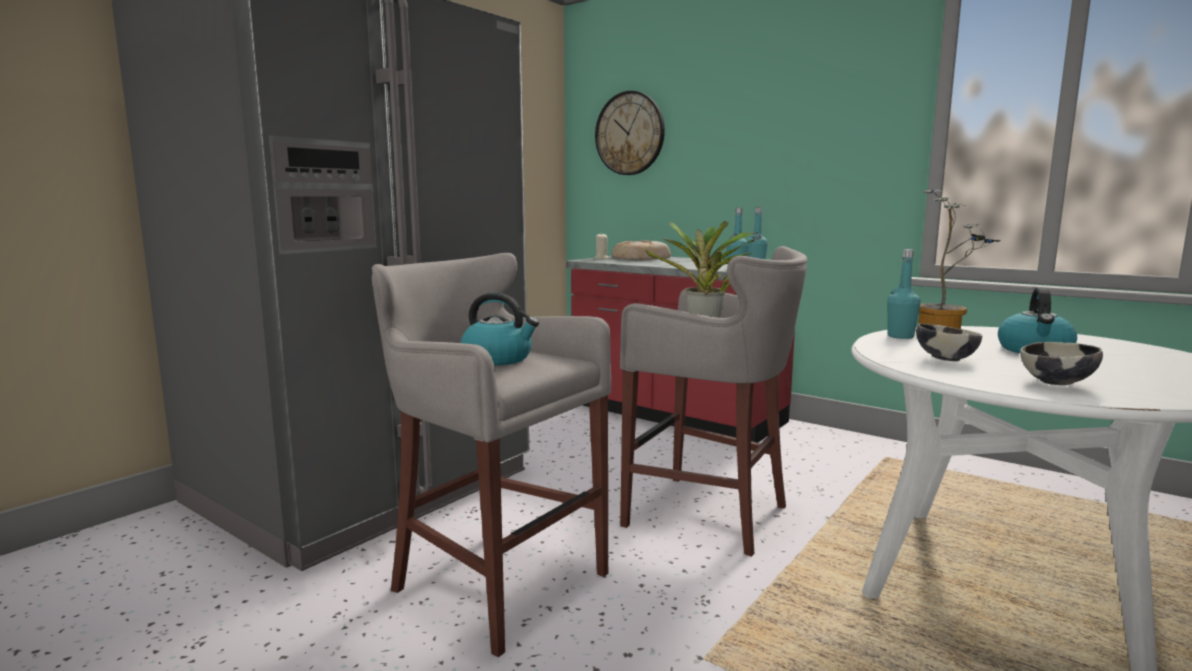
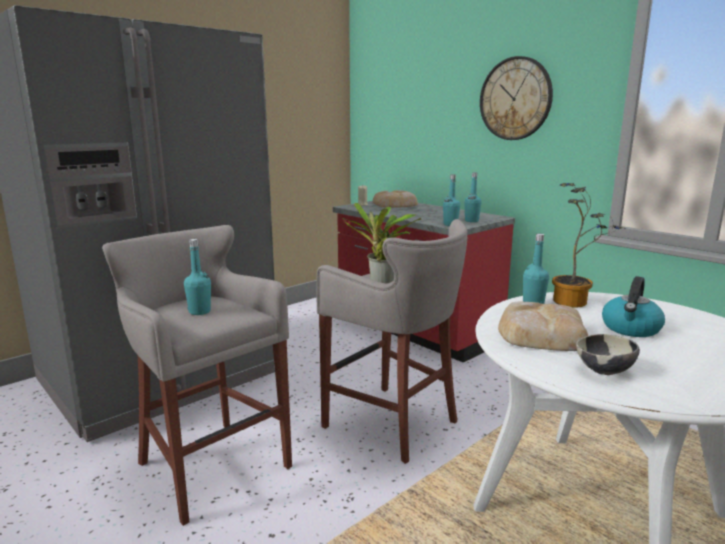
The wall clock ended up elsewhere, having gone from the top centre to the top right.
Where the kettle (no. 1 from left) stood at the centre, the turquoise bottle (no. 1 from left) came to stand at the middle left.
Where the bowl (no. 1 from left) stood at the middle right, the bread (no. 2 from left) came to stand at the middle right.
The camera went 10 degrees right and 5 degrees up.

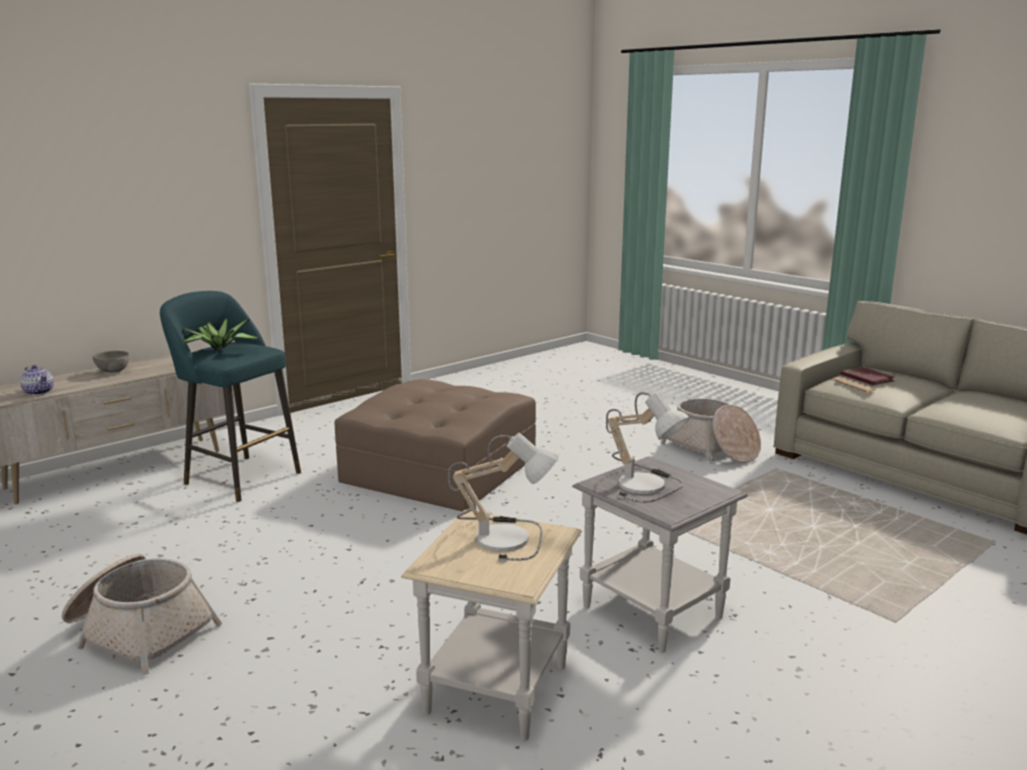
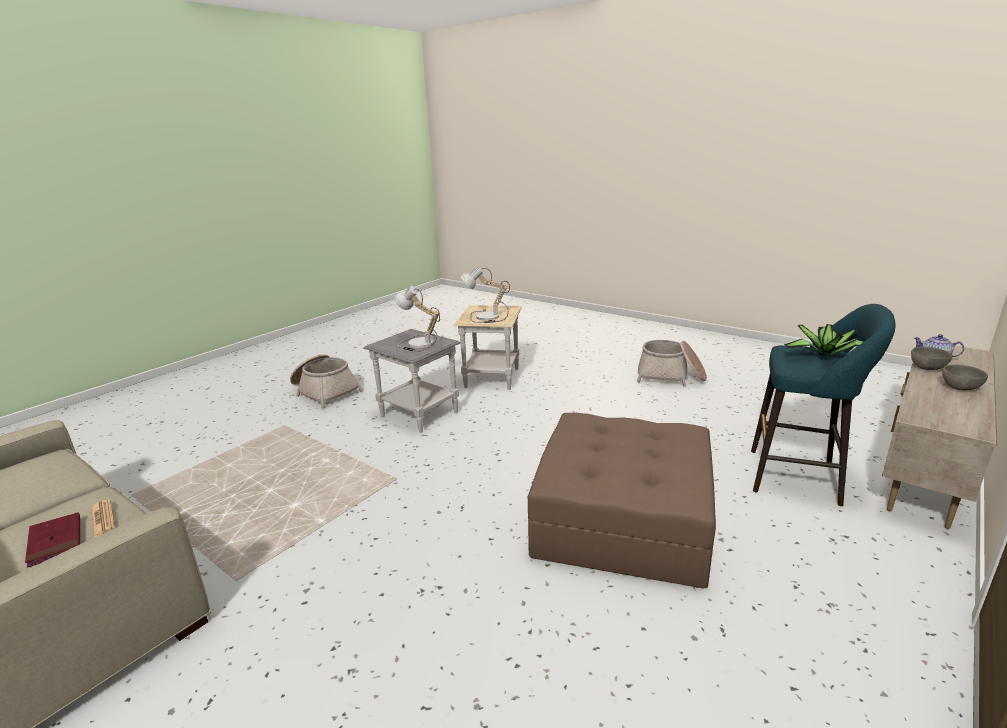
The basket (no. 2 from left in the first image) ended up elsewhere, having gone from the middle right to the middle left.
The second view gained the grey bowl (no. 1 from left) at the middle right.
The camera went 170 degrees right and 5 degrees up.

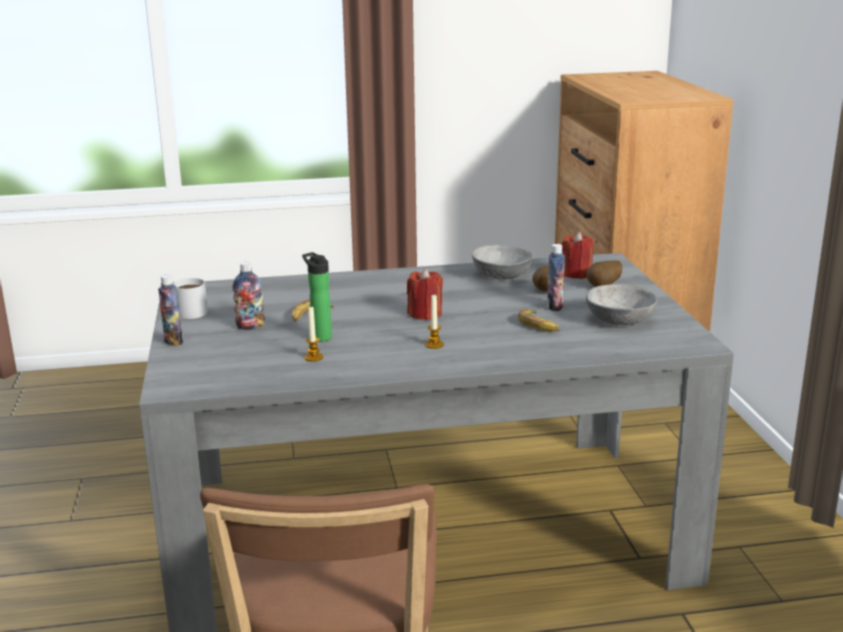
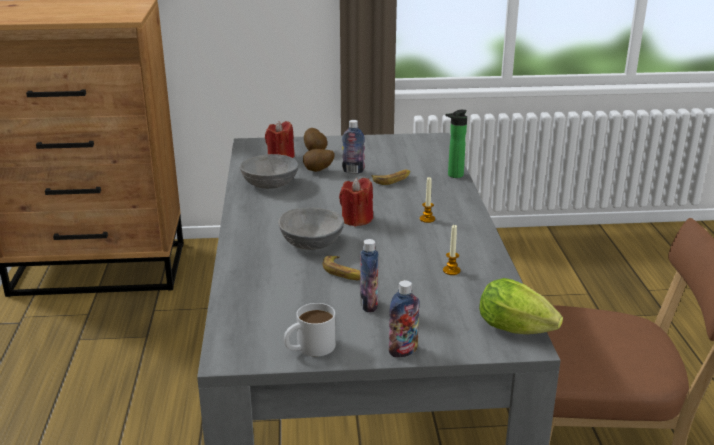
The bottle (no. 3 from left in the first image) ended up elsewhere, having gone from the centre to the top centre.
The grey bowl (no. 2 from left) ended up elsewhere, having gone from the middle right to the centre.
The second view gained the lettuce at the bottom right.
The camera went 85 degrees left and 5 degrees up.

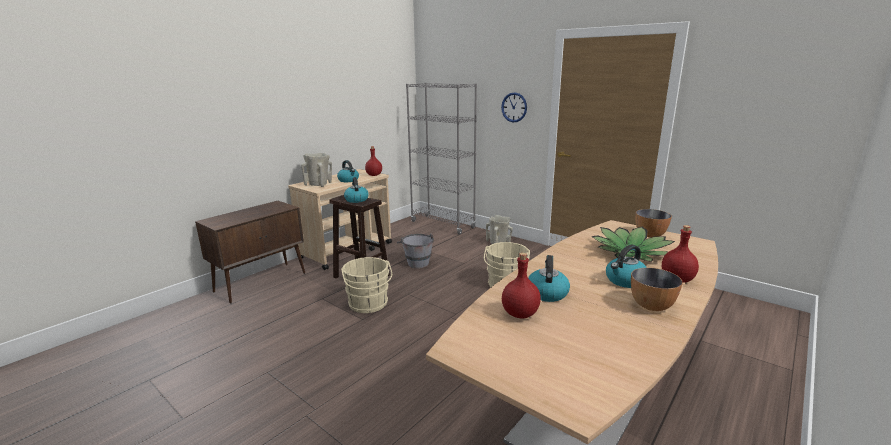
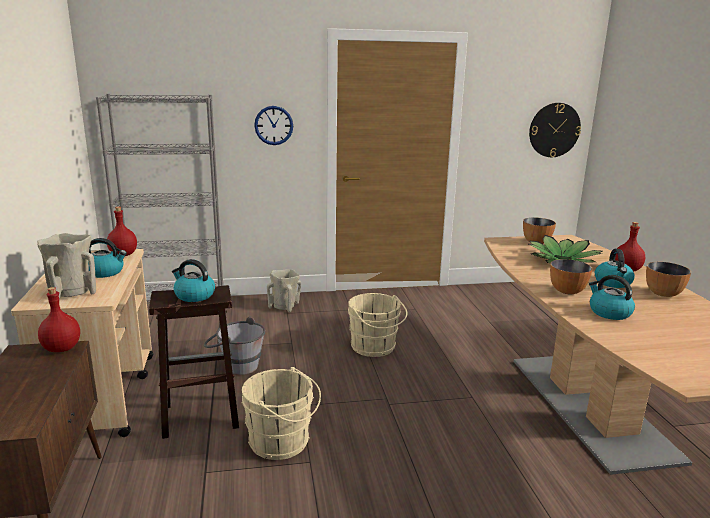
The red bottle (no. 2 from left in the first image) ended up elsewhere, having gone from the centre to the middle left.
The second view gained the wall clock (no. 2 from left) at the top right.
The second view gained the bowl (no. 2 from left) at the middle right.
The camera went 50 degrees left and 0 degrees up.

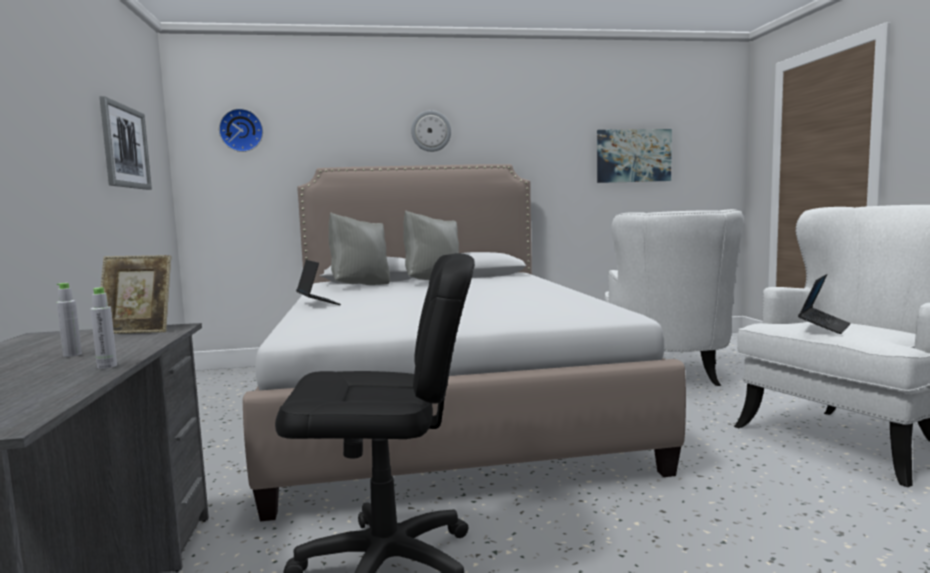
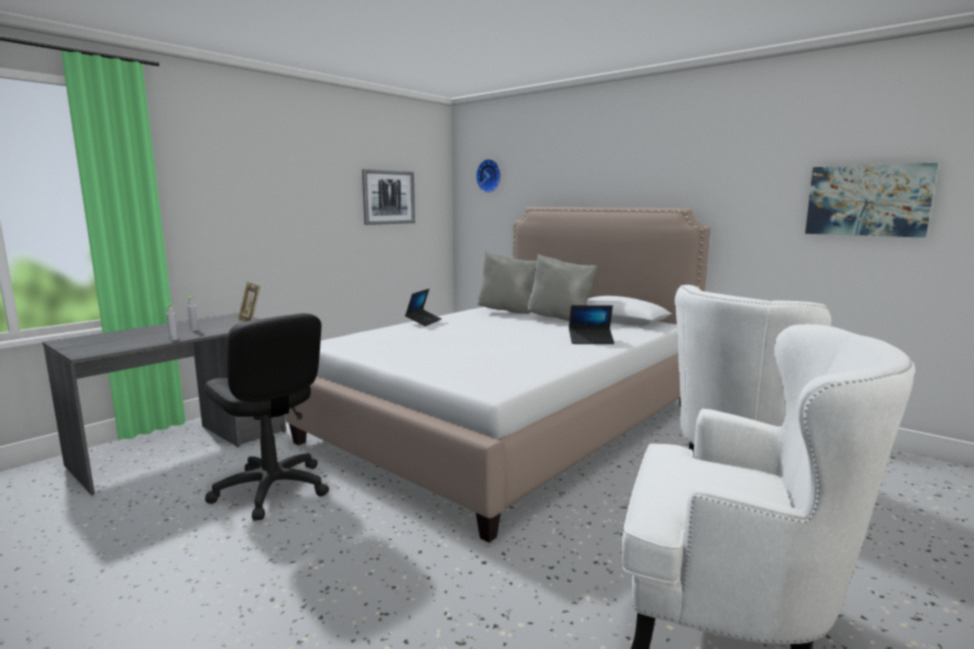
The second view lost the wall clock (no. 2 from left) at the top centre.
The laptop (no. 2 from left) ended up elsewhere, having gone from the middle right to the centre.
The camera went 50 degrees right and 5 degrees up.

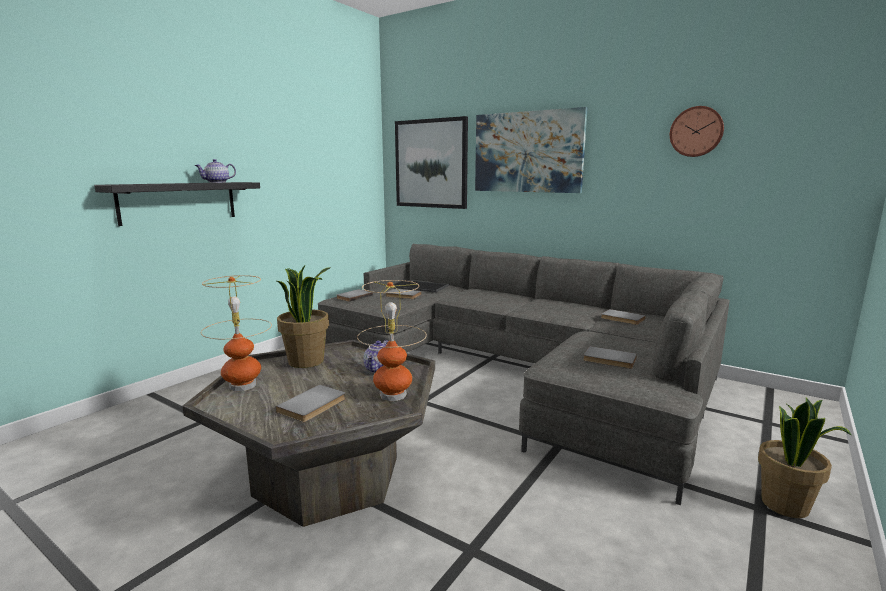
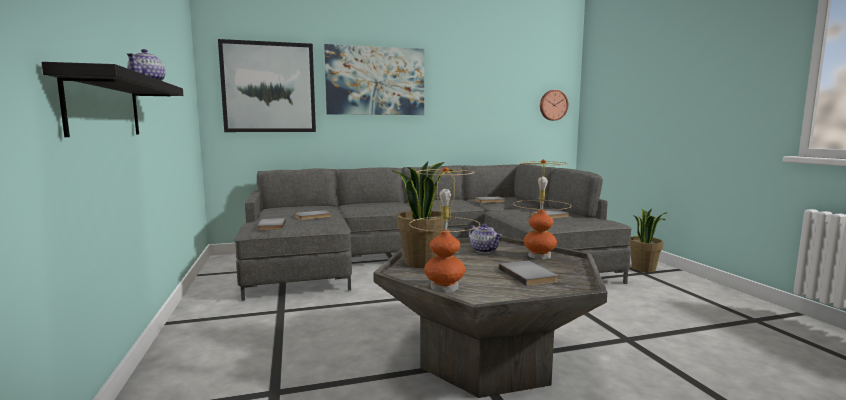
The wall clock ended up elsewhere, having gone from the top right to the top centre.
The second view lost the tray at the centre.
The camera went 50 degrees left and 5 degrees down.

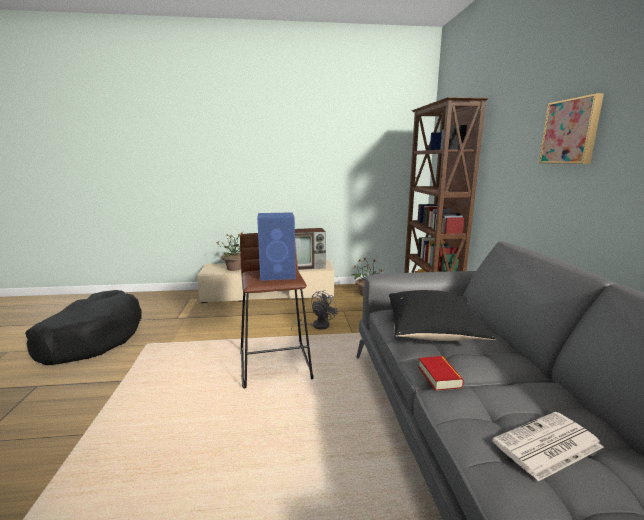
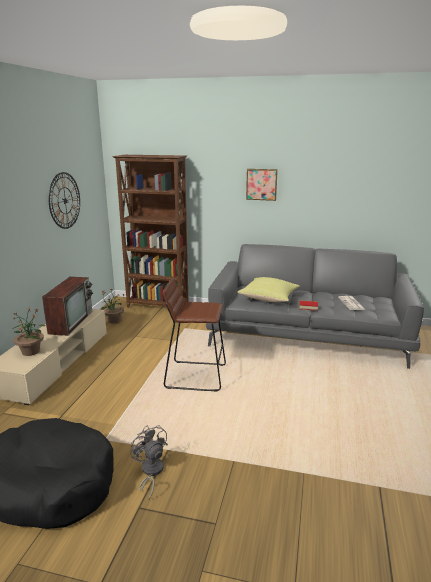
The second view lost the blue speaker at the centre.
The grey fan ended up elsewhere, having gone from the centre to the bottom centre.
What was the black pillow at the middle right turned into the yellow pillow at the centre.
The second view gained the wall clock at the middle left.
The camera went 70 degrees left and 5 degrees up.

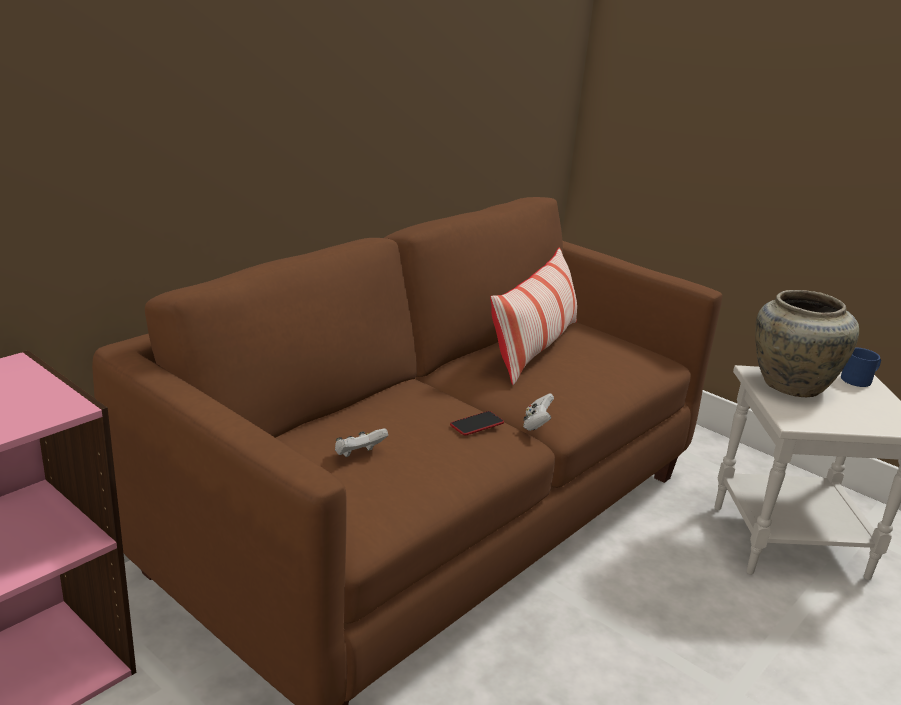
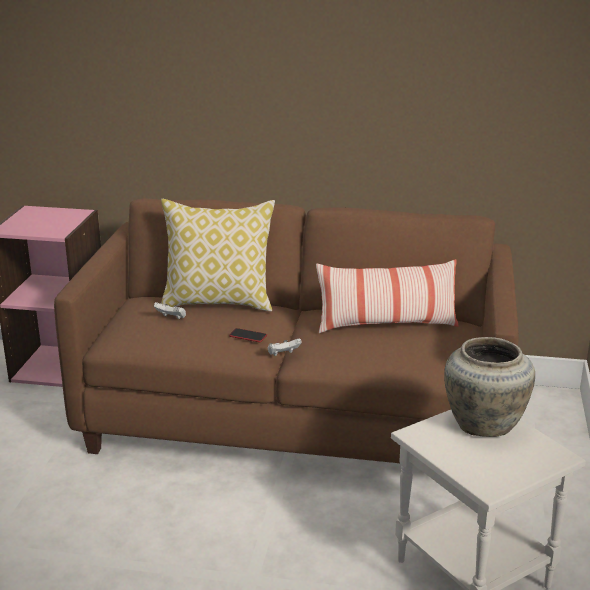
The second view lost the blue mug at the middle right.
The second view gained the pillow (no. 1 from left) at the centre.
The camera went 60 degrees right and 0 degrees up.

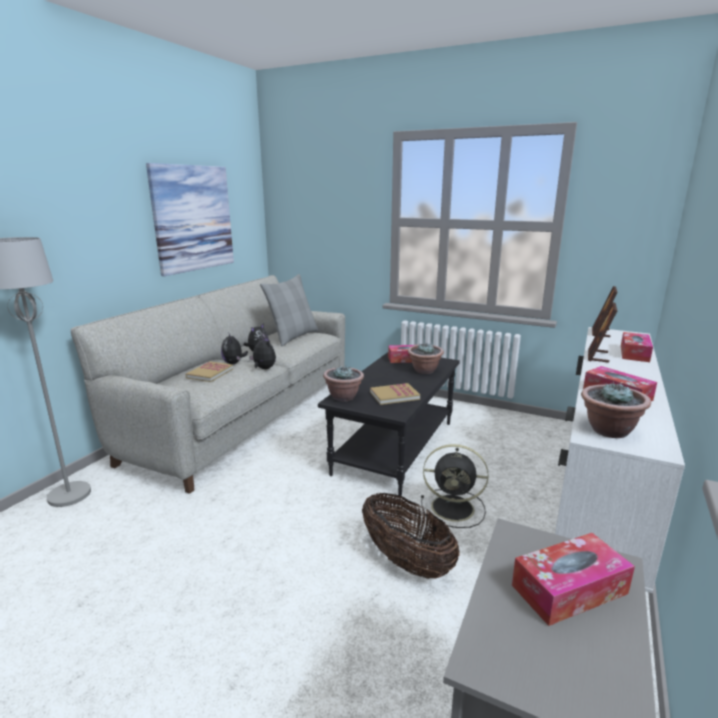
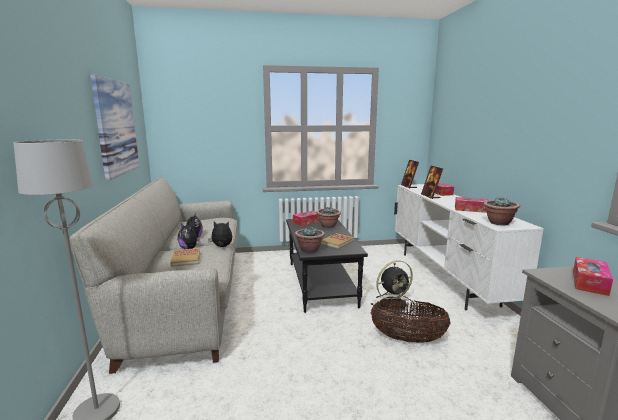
The second view lost the grey pillow at the centre.
The camera went 35 degrees left and 5 degrees down.

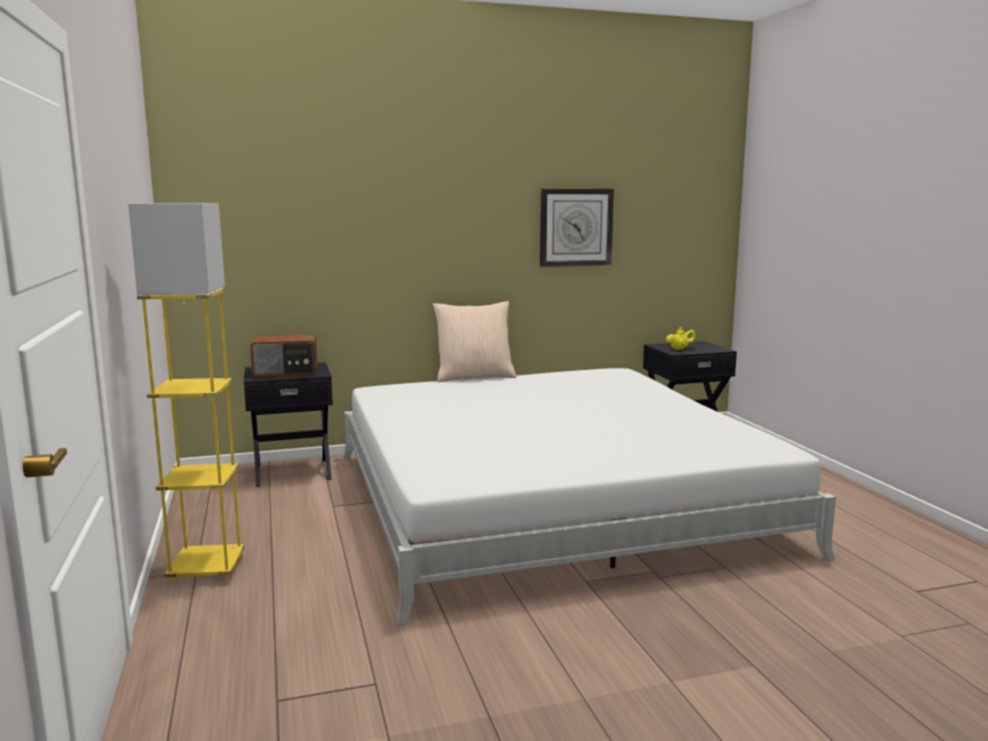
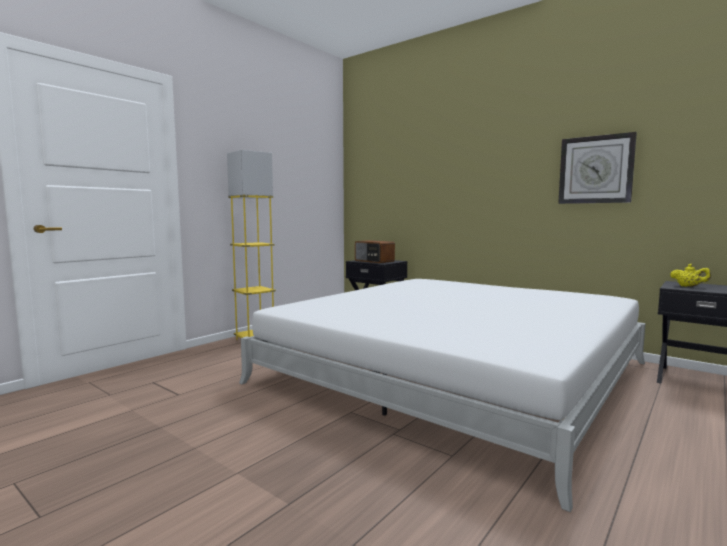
The second view lost the beige pillow at the centre.
The camera went 55 degrees right and 5 degrees down.

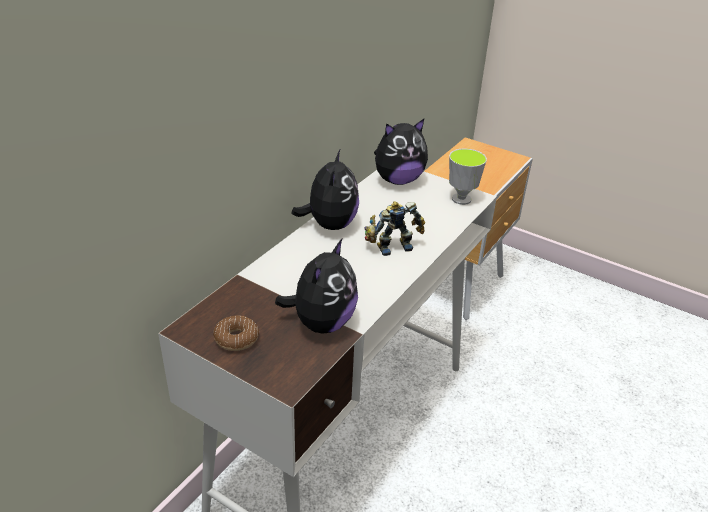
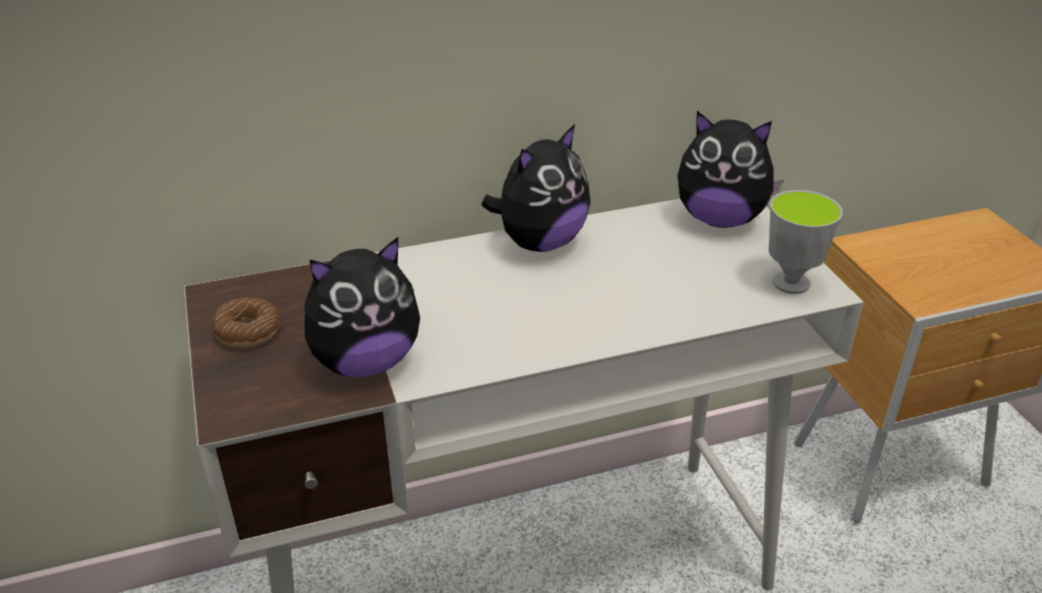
The second view lost the toy robot at the centre.
The camera went 40 degrees right and 0 degrees up.

